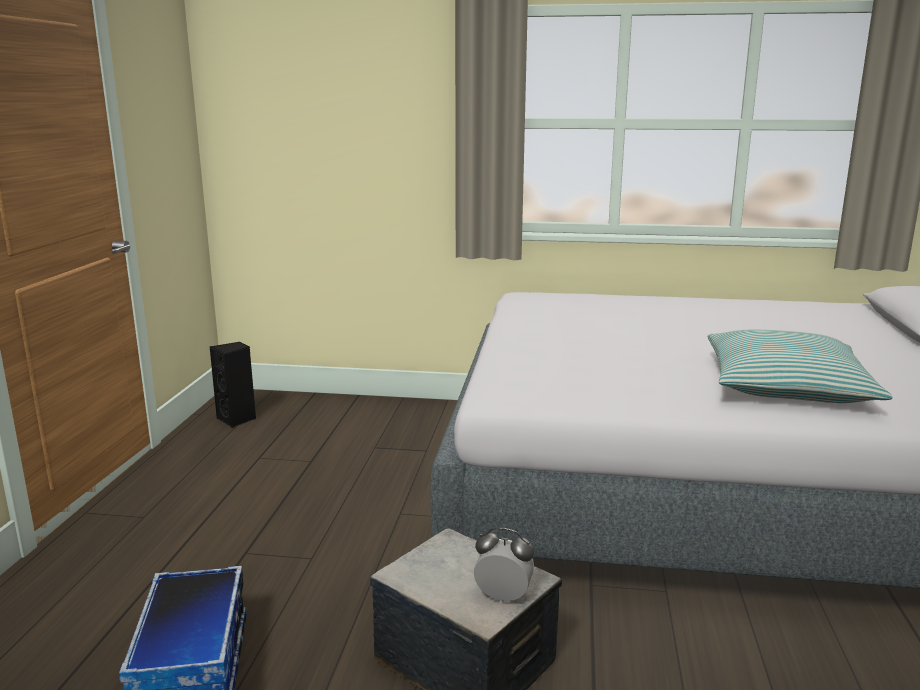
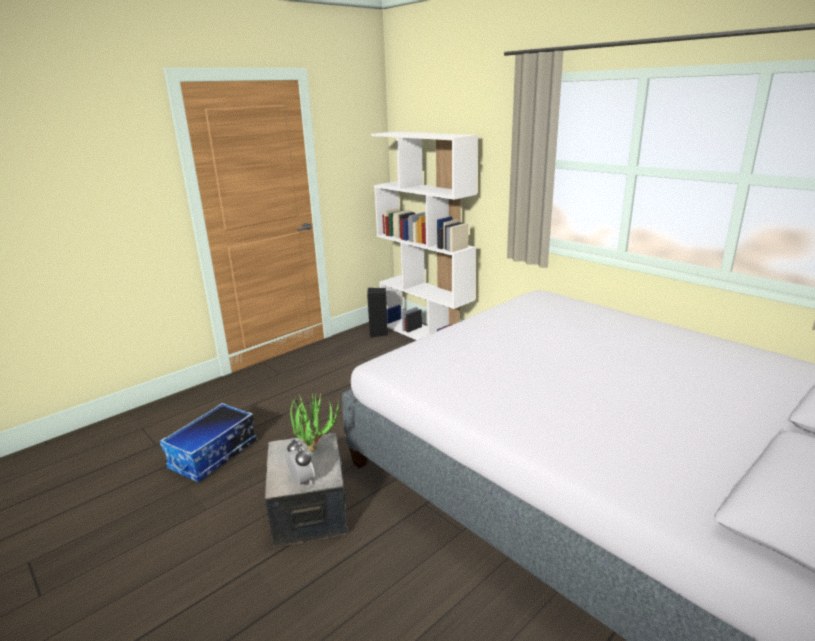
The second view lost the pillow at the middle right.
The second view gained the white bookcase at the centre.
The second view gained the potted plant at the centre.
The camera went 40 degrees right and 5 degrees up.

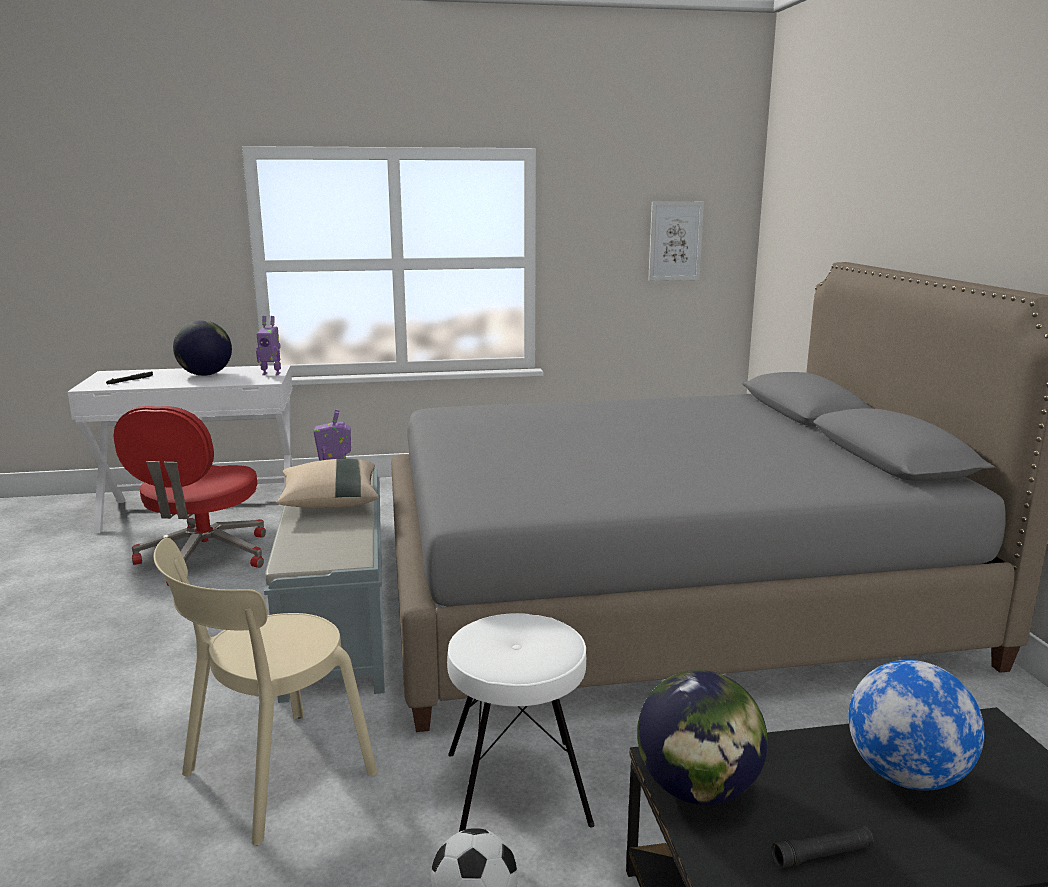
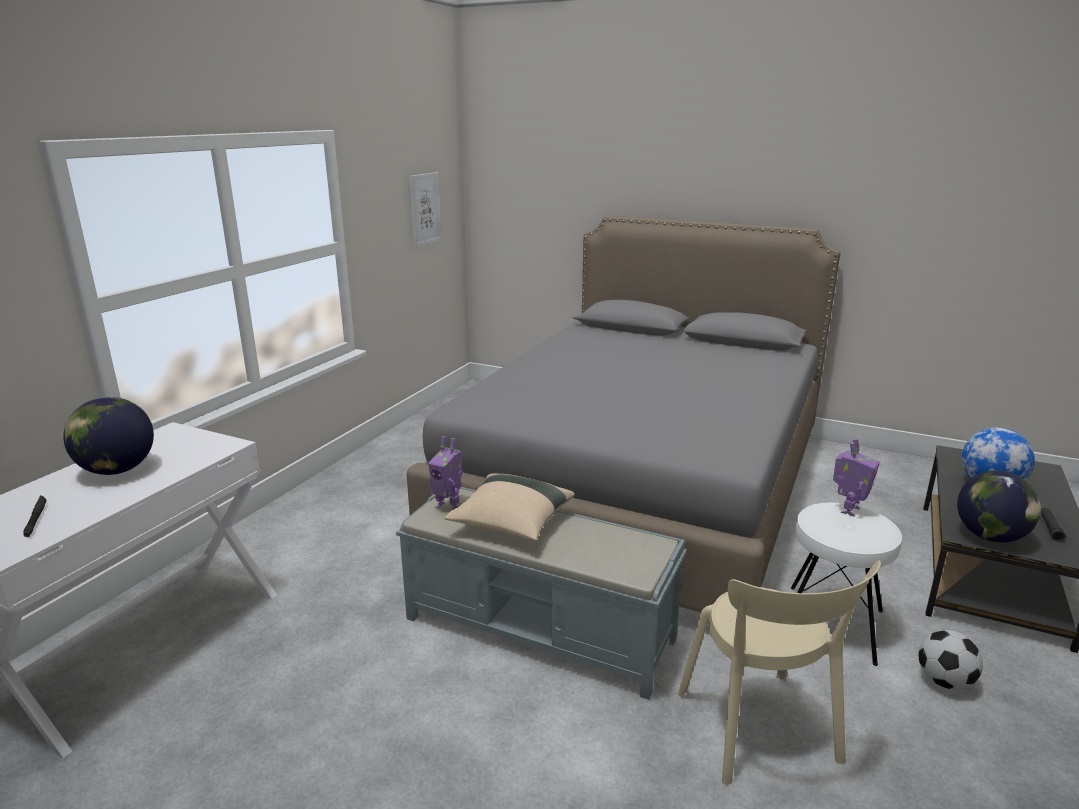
The toy robot (no. 1 from left in the first image) ended up elsewhere, having gone from the middle left to the middle right.
The second view lost the red office chair at the middle left.
The camera went 55 degrees left and 5 degrees up.

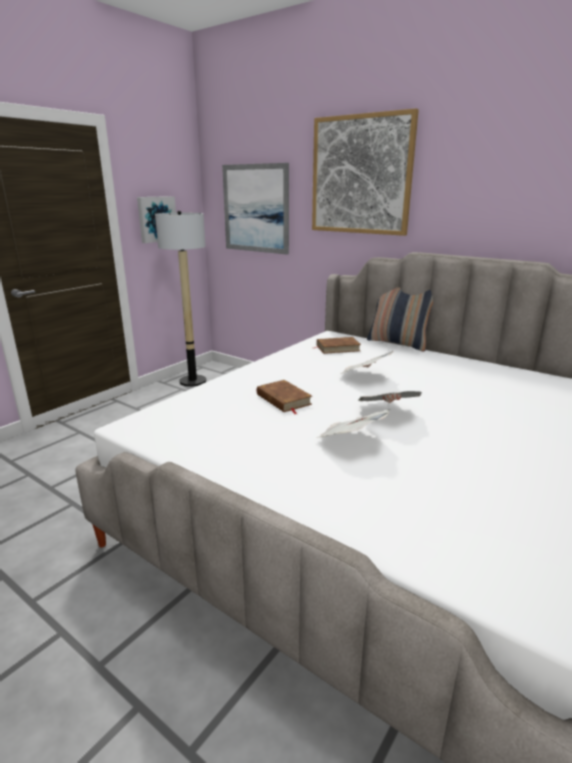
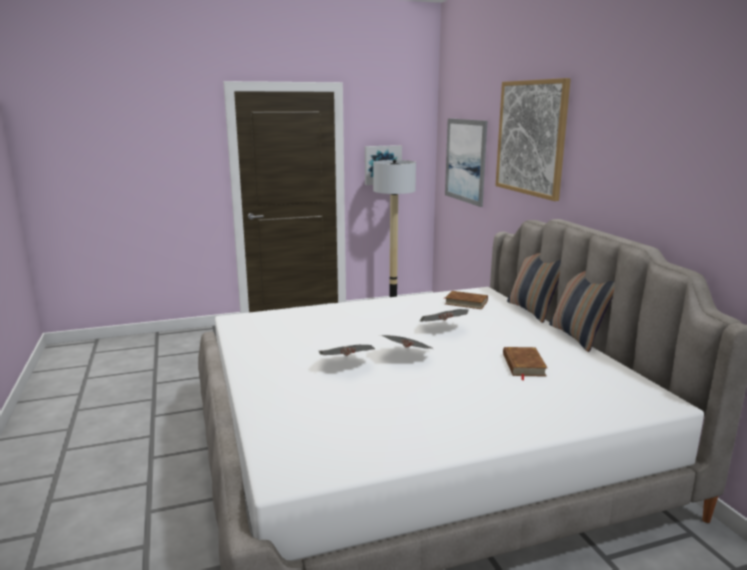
The brown book (no. 1 from left in the first image) ended up elsewhere, having gone from the centre to the middle right.
The second view gained the pillow (no. 2 from left) at the middle right.
The camera went 35 degrees right and 5 degrees down.

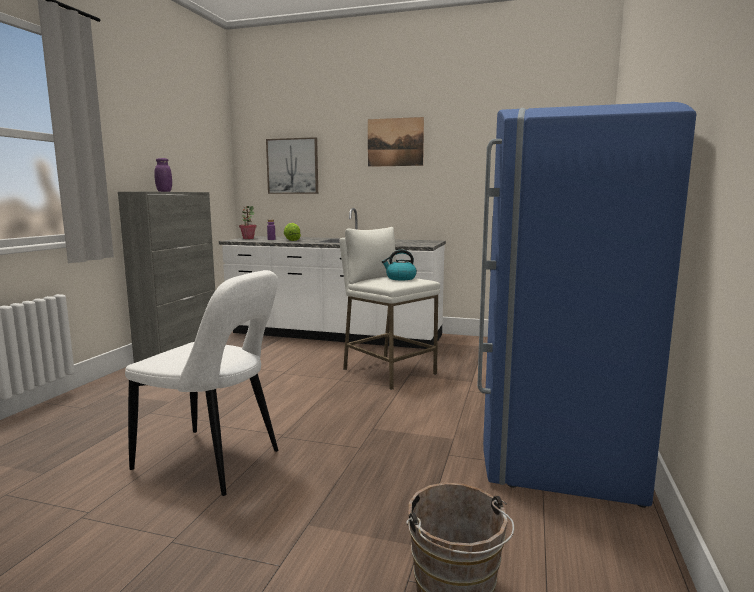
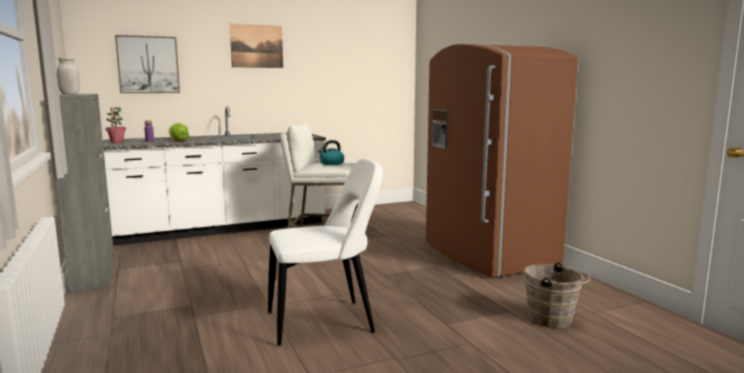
What was the blue fridge at the middle right turned into the brown fridge at the middle right.
What was the purple jar at the top left turned into the white jar at the top left.
The camera went 40 degrees left and 0 degrees up.

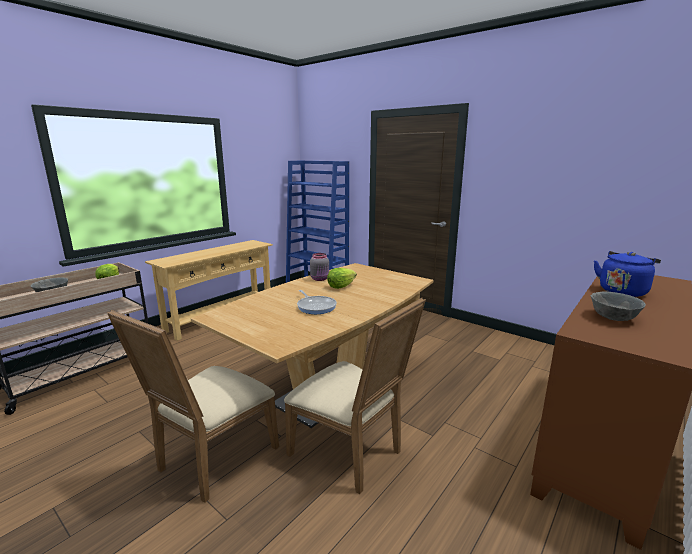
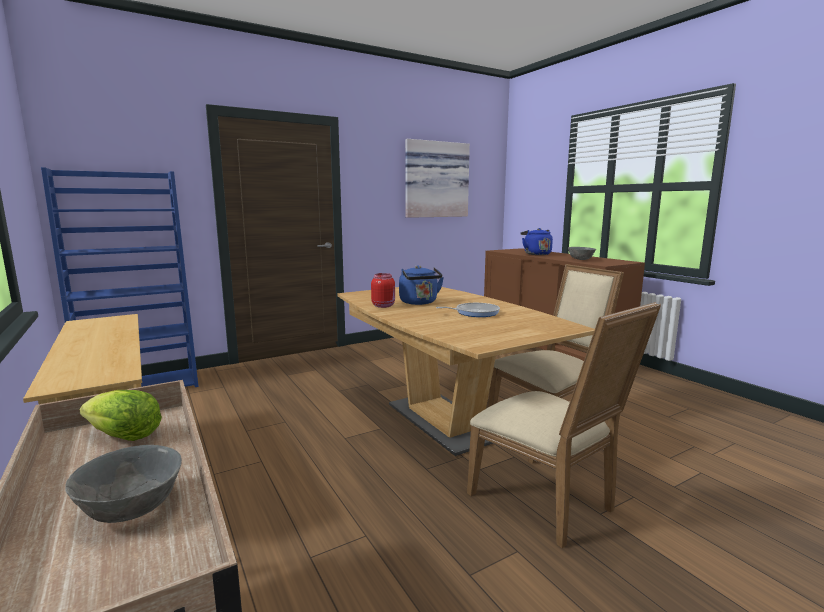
What was the grey jar at the centre turned into the red jar at the centre.
Where the lettuce (no. 2 from left) stood at the centre, the blue kettle (no. 1 from left) came to stand at the centre.
The second view gained the picture at the top centre.
The camera went 70 degrees left and 5 degrees down.

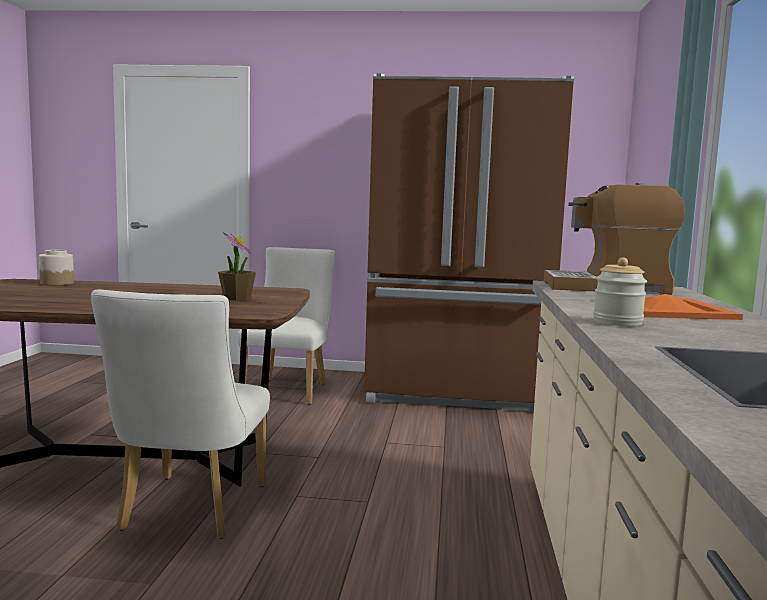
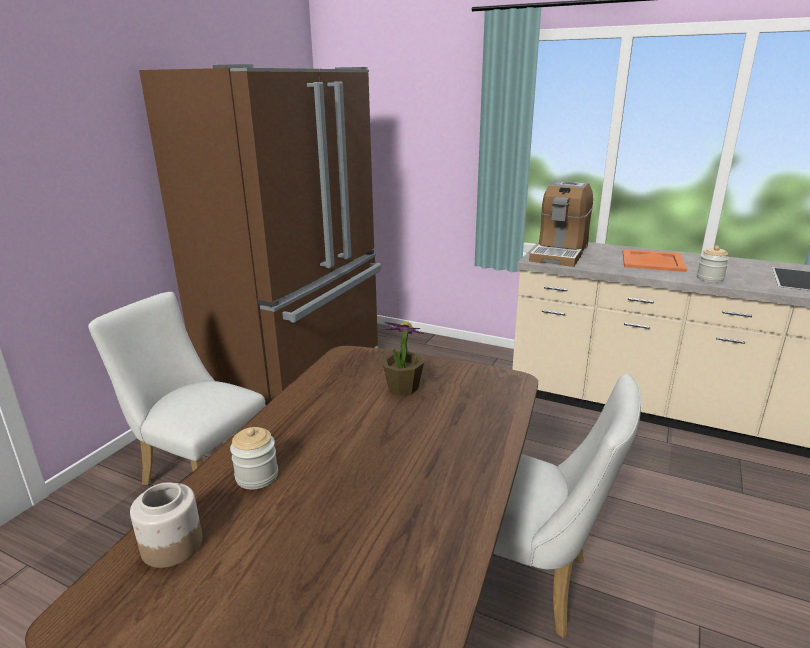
The second view gained the jar (no. 2 from left) at the bottom left.
The camera went 70 degrees left and 15 degrees up.

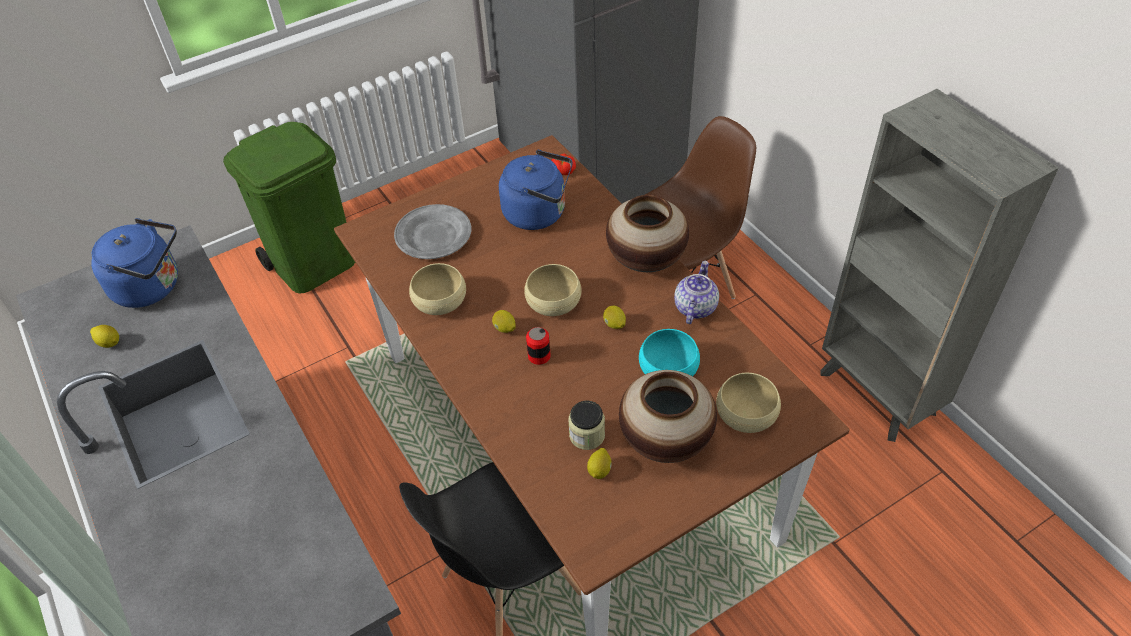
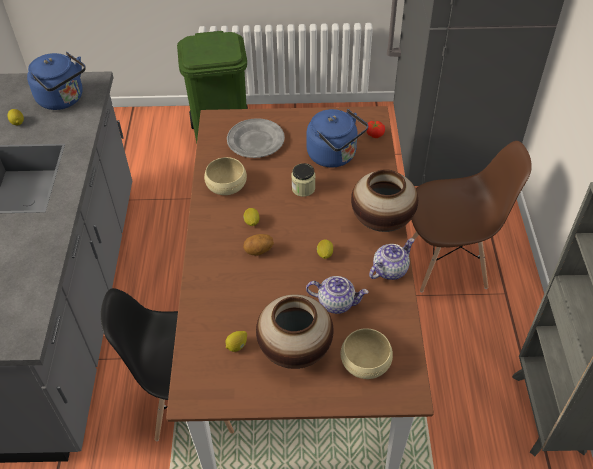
The second view lost the beige bowl (no. 2 from left) at the centre.
Where the can stood at the centre, the potato came to stand at the centre.
Where the turquoise bowl stood at the centre, the teapot (no. 1 from left) came to stand at the centre.
The jar ended up elsewhere, having gone from the bottom centre to the centre.
The camera went 30 degrees right and 0 degrees up.

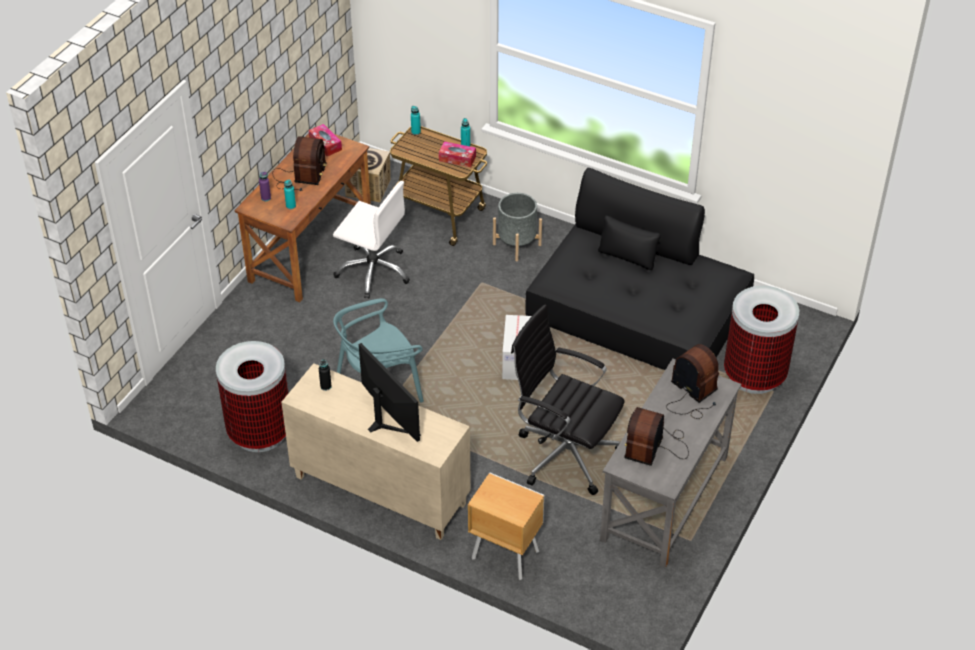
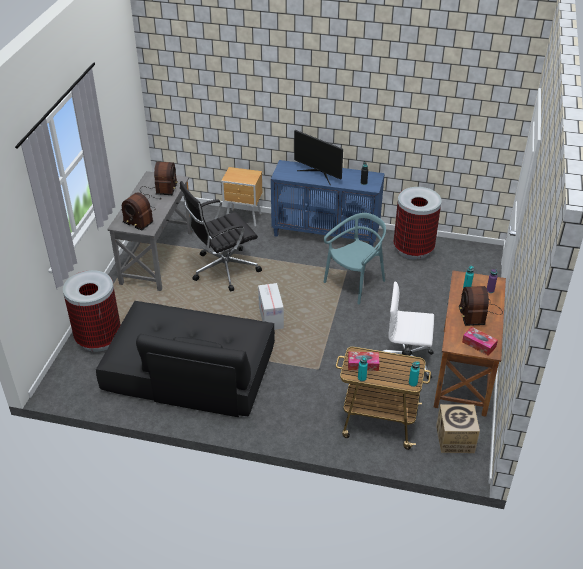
The second view lost the grey planter at the centre.
The black office chair at the centre ended up facing another way, 135 degrees clockwise from before.
What was the beige cabinet at the bottom centre turned into the blue cabinet at the centre.
The camera went 165 degrees right and 5 degrees down.

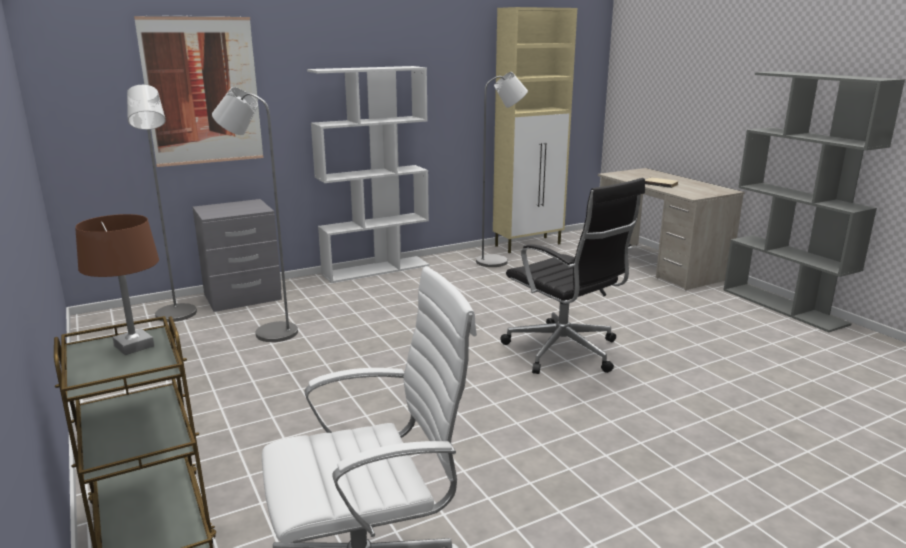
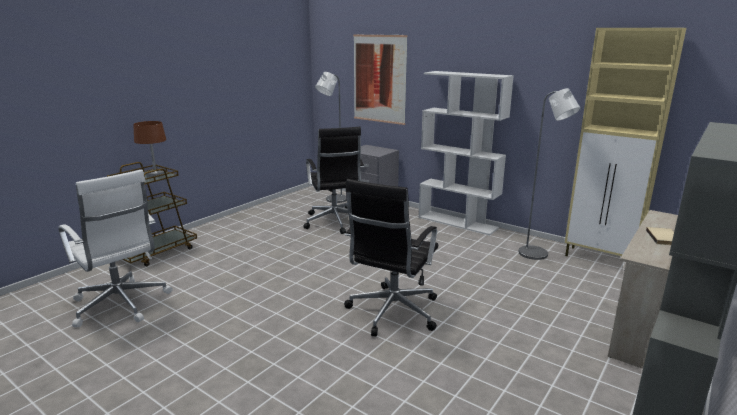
Where the grey floor lamp (no. 2 from left) stood at the middle left, the black office chair (no. 1 from left) came to stand at the centre.
The camera went 65 degrees right and 0 degrees up.

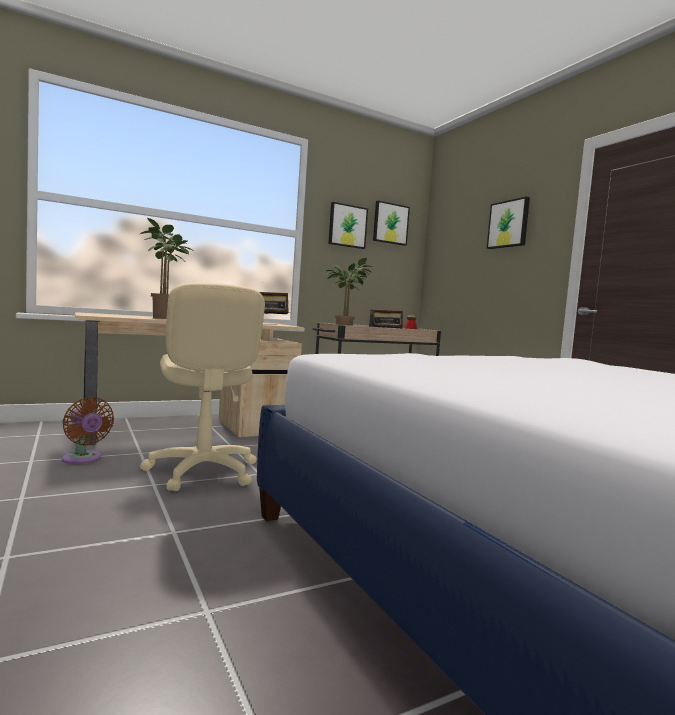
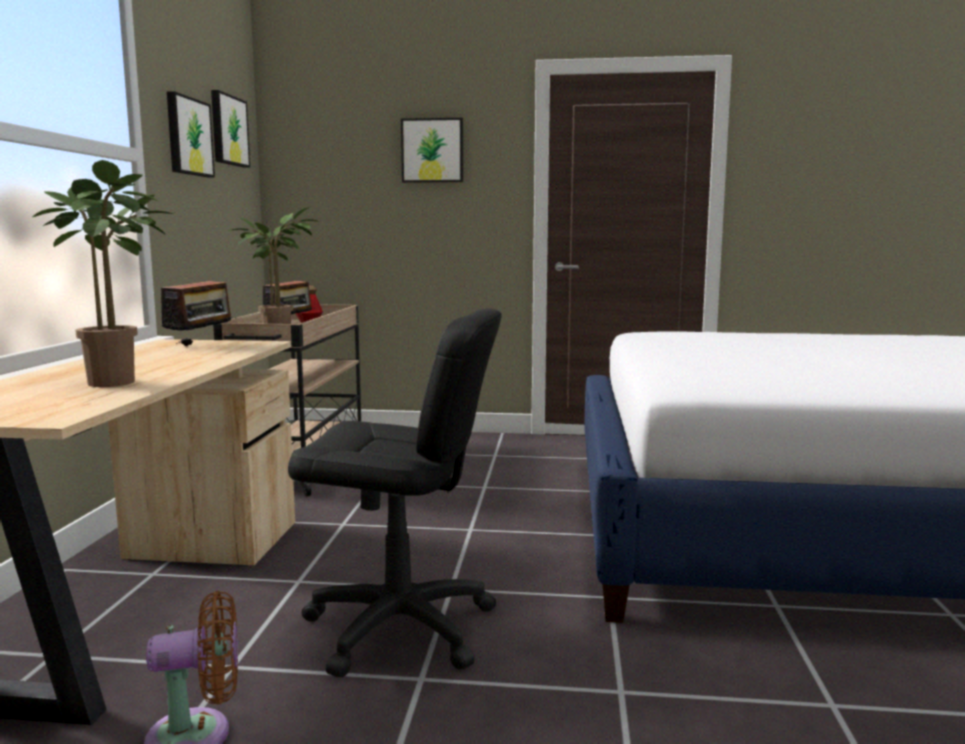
What was the beige office chair at the middle left turned into the black office chair at the centre.
The camera went 55 degrees left and 5 degrees up.

